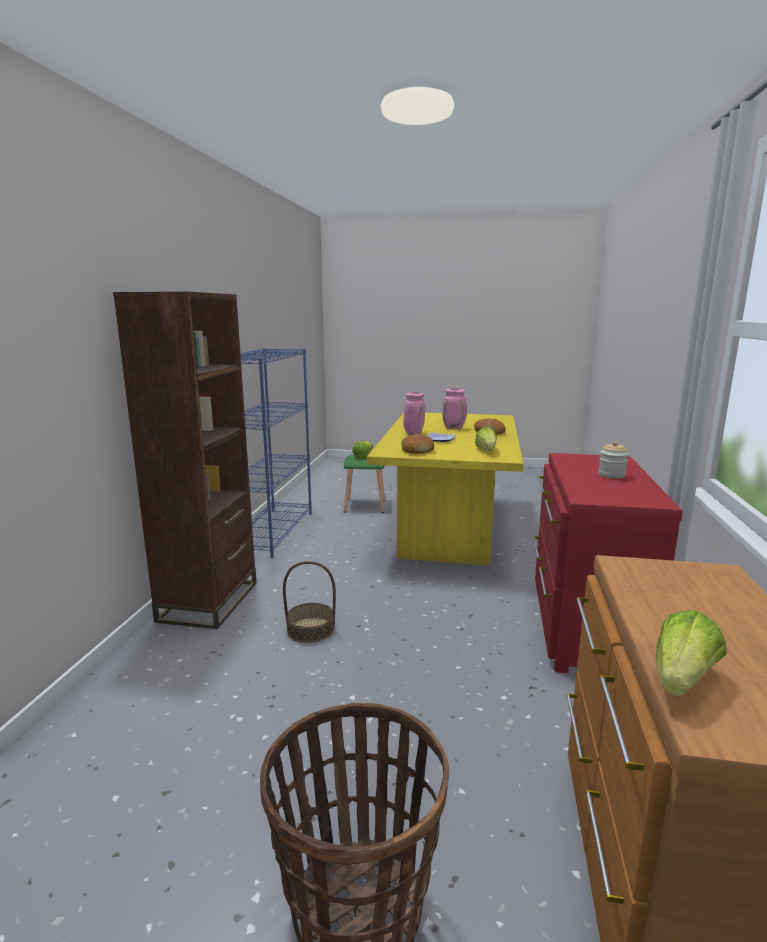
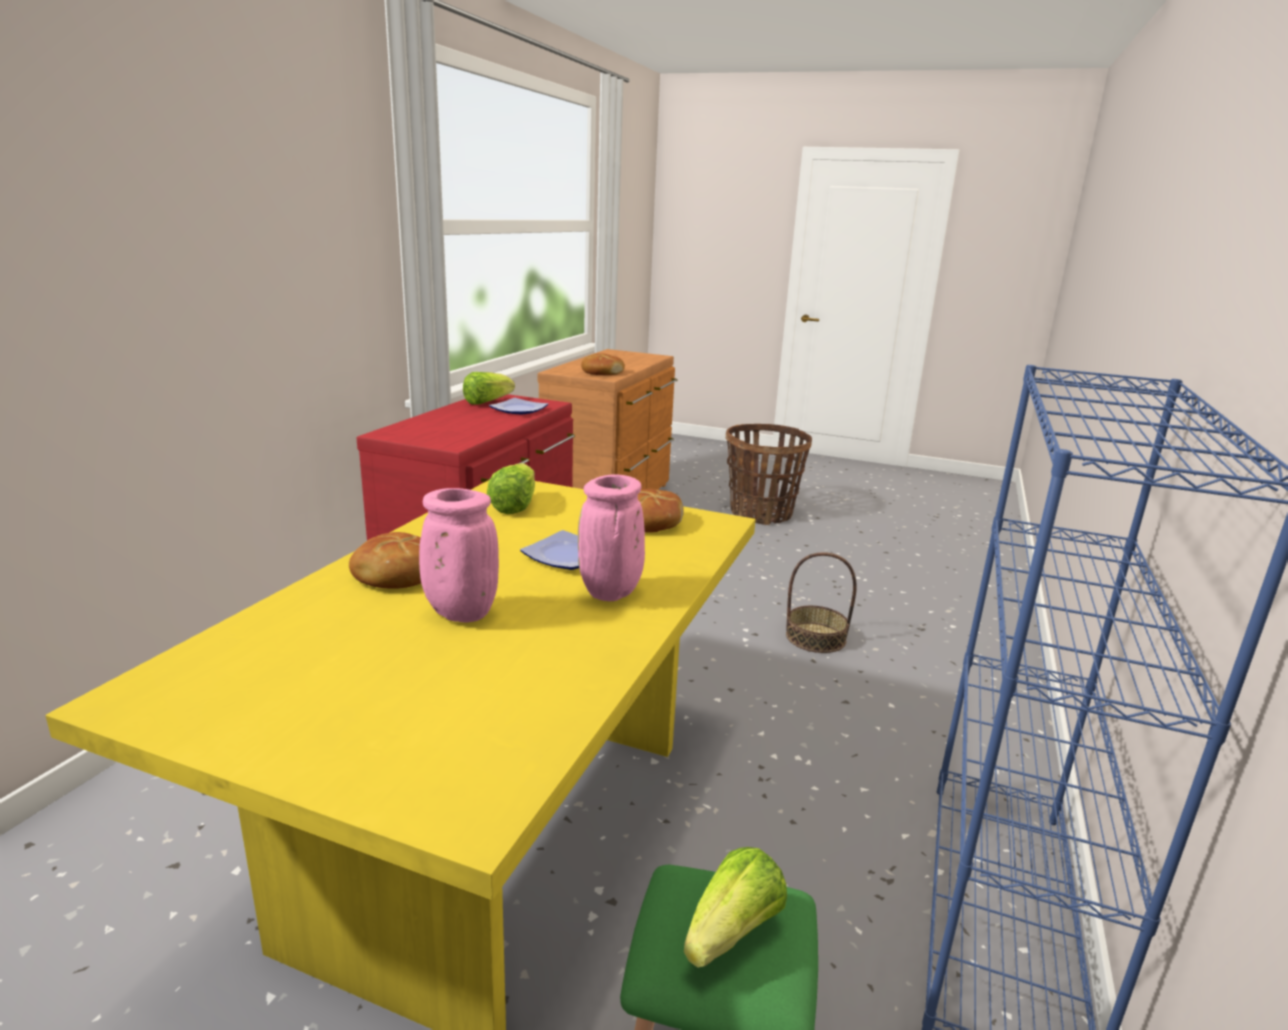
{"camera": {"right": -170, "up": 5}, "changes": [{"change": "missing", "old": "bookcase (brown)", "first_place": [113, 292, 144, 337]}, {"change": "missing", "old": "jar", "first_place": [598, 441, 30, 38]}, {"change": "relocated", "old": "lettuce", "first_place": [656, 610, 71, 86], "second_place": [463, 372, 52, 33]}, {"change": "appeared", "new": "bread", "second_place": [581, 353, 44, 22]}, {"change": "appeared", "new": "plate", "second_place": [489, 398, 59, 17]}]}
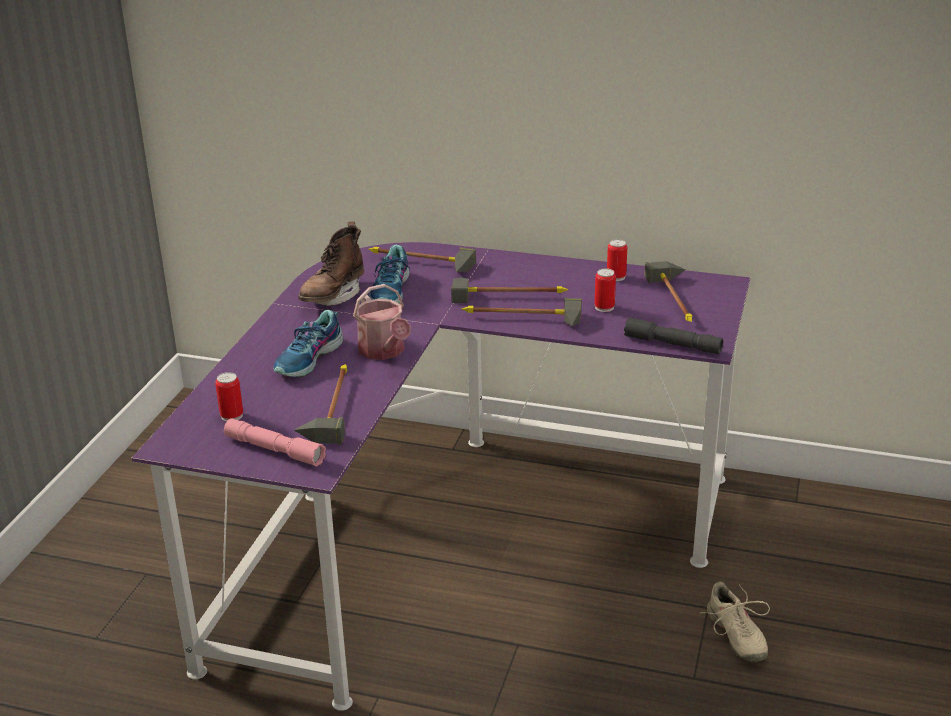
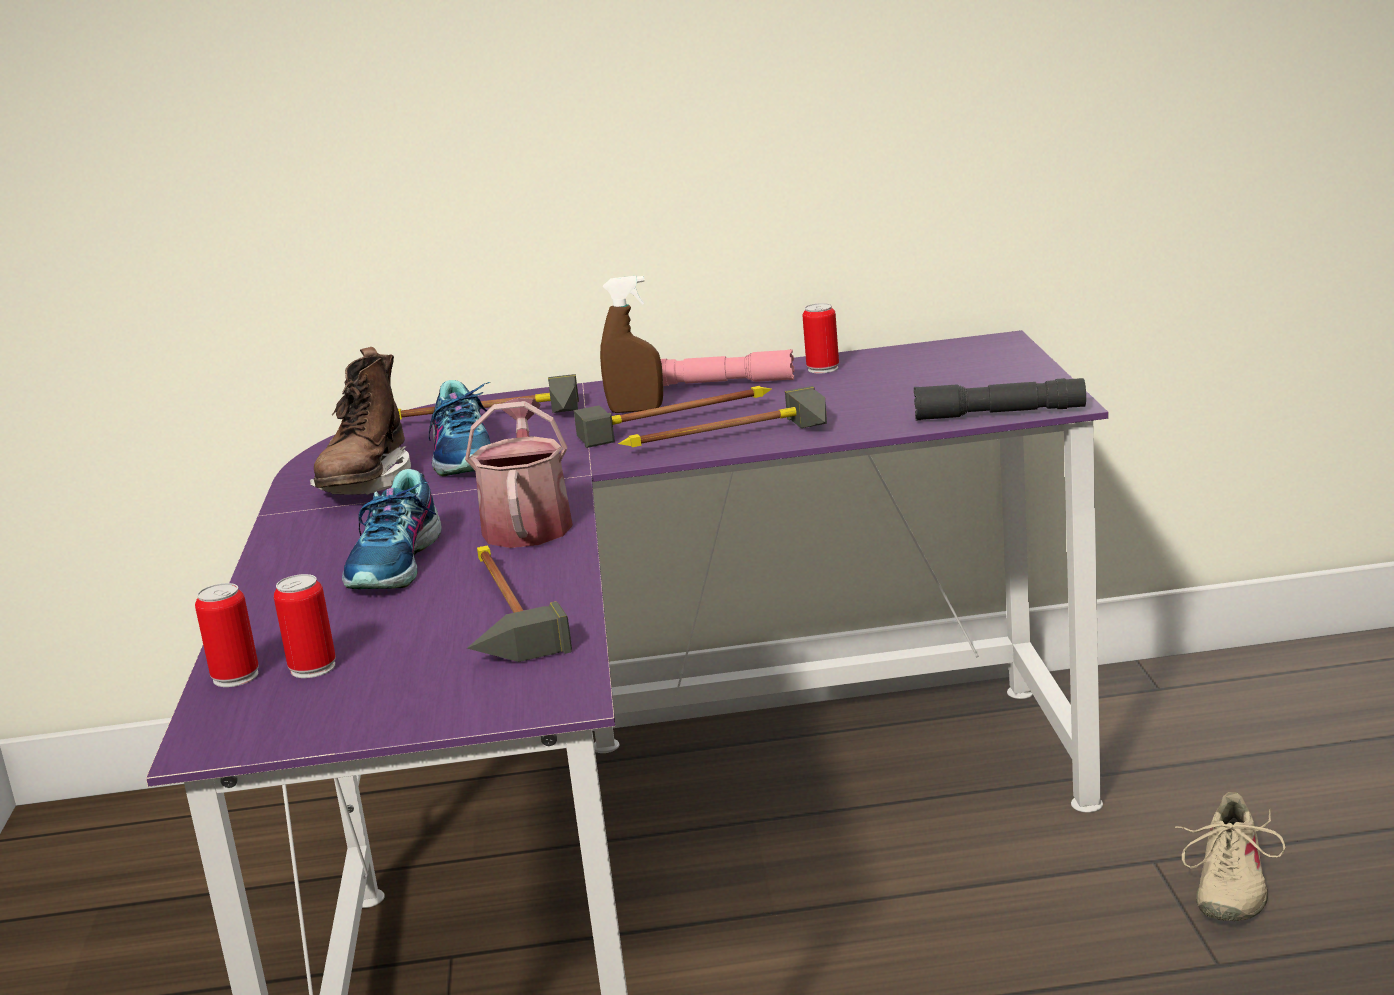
{"camera": {"right": -20, "up": -10}, "changes": [{"change": "missing", "old": "hammer", "first_place": [644, 261, 48, 61]}, {"change": "relocated", "old": "can", "first_place": [595, 268, 21, 44], "second_place": [195, 583, 64, 104]}, {"change": "spun", "old": "watering can", "first_place": [353, 284, 58, 76], "second_place": [465, 398, 108, 150], "degrees": -135}, {"change": "relocated", "old": "flashlight (pink)", "first_place": [224, 419, 102, 47], "second_place": [661, 349, 133, 37]}, {"change": "spun", "old": "shoe (beige)", "first_place": [700, 581, 70, 81], "second_place": [1175, 792, 111, 129], "degrees": 60}, {"change": "appeared", "new": "spray bottle (brown)", "second_place": [600, 275, 63, 138]}]}
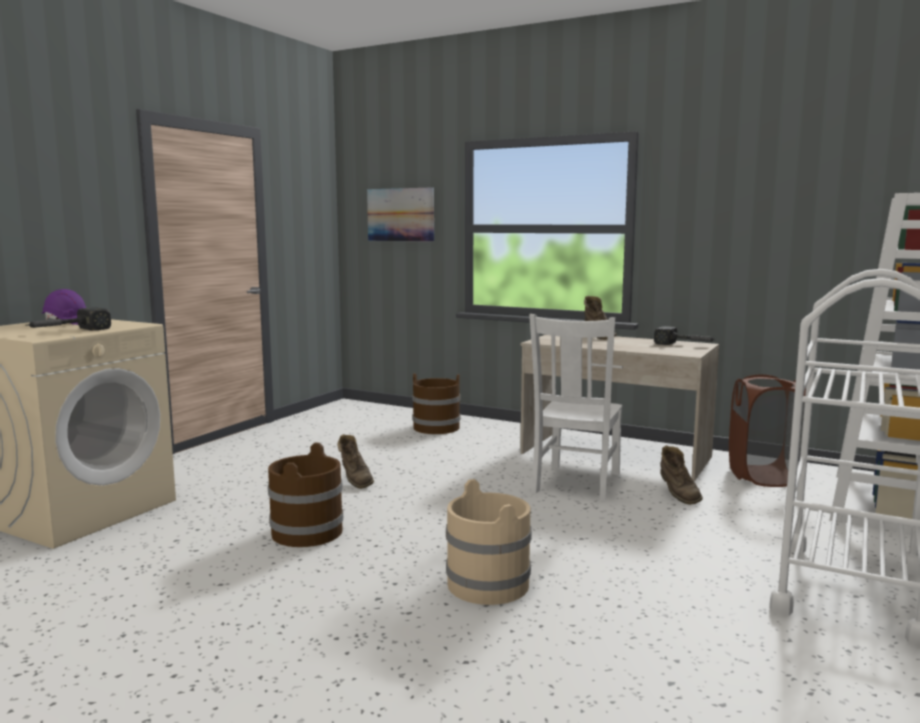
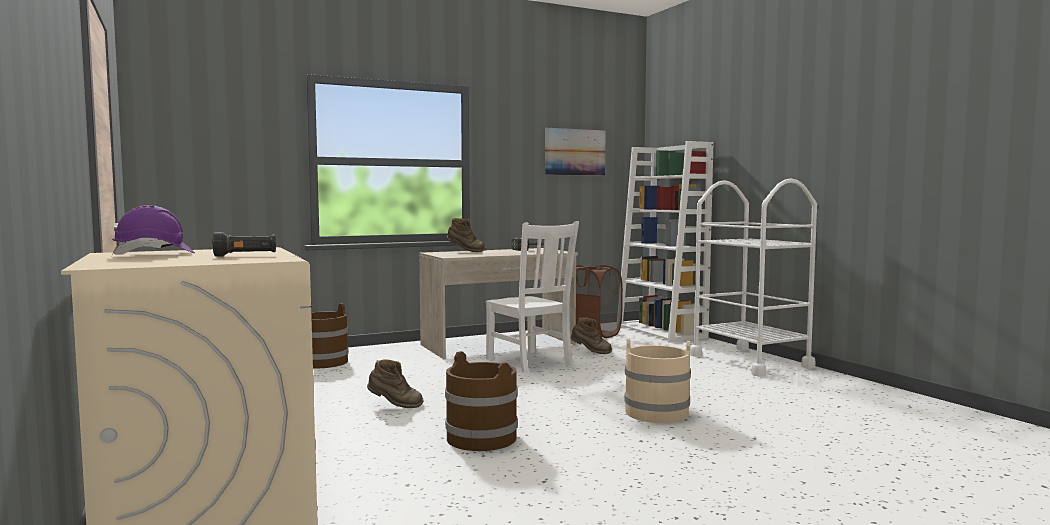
{"camera": {"right": -55, "up": -5}, "changes": [{"change": "relocated", "old": "picture", "first_place": [367, 187, 67, 55], "second_place": [545, 128, 61, 48]}, {"change": "exchanged", "old": "hammer", "new": "flashlight (black)", "first_place": [25, 308, 86, 22], "second_place": [213, 232, 63, 25]}]}
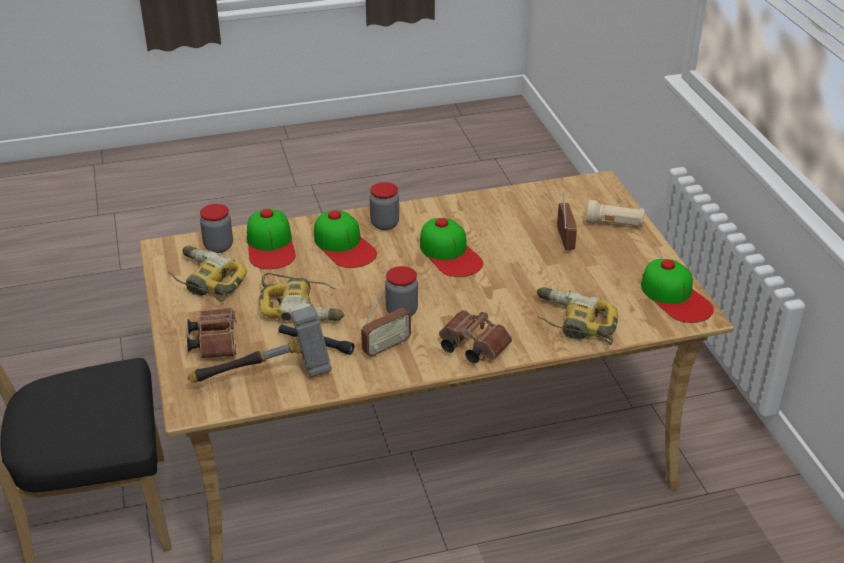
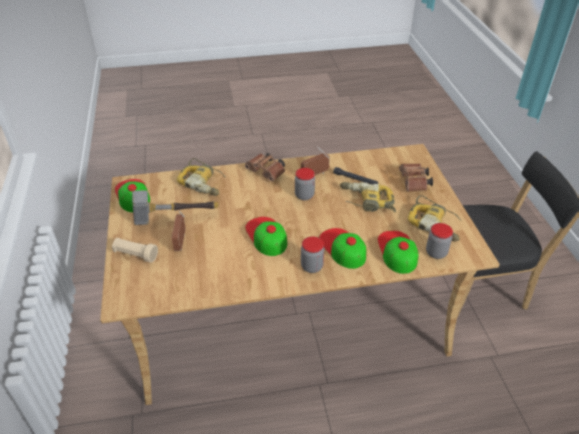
{"camera": {"right": -175, "up": 5}, "changes": [{"change": "relocated", "old": "hammer", "first_place": [187, 306, 145, 76], "second_place": [132, 190, 87, 35]}]}
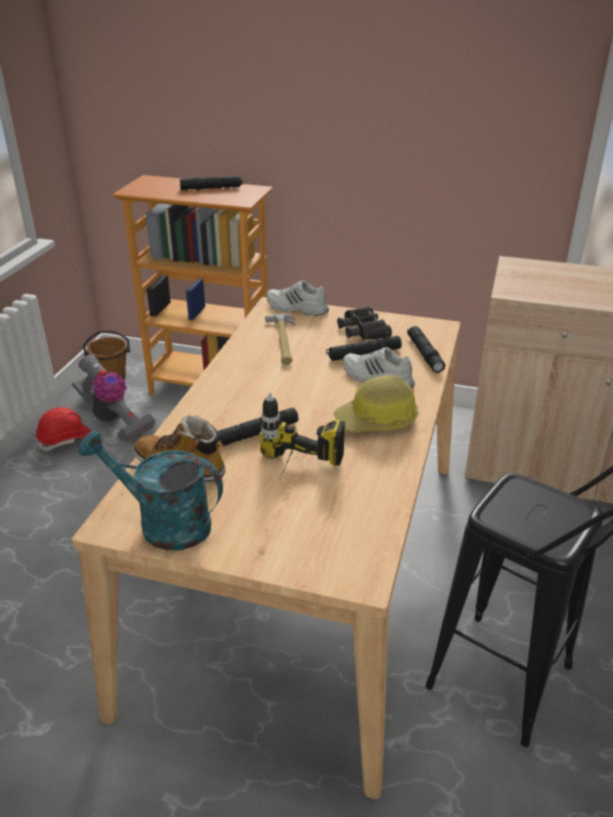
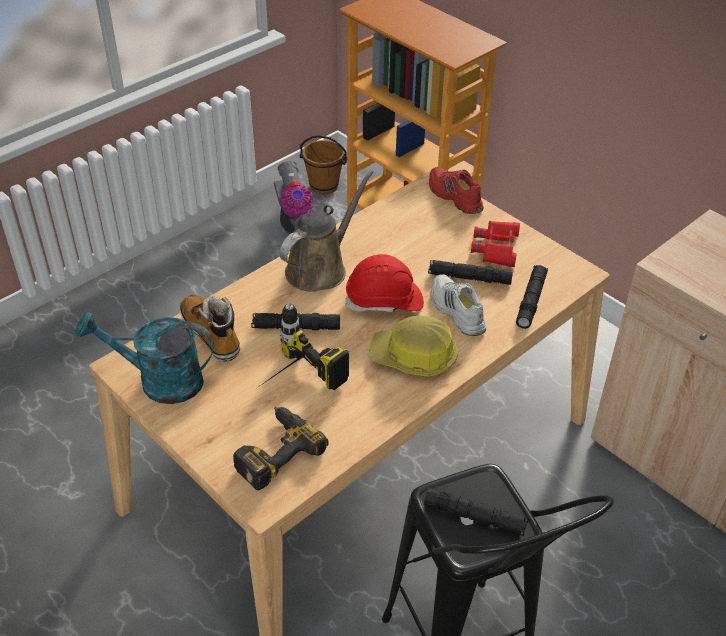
{"camera": {"right": 30, "up": 10}, "changes": [{"change": "relocated", "old": "flashlight (black)", "first_place": [180, 176, 63, 14], "second_place": [424, 487, 105, 49]}, {"change": "colour", "old": "shoe (white)", "new": "shoe (red)", "first_place": [266, 280, 63, 36], "second_place": [429, 167, 55, 47]}, {"change": "colour", "old": "binoculars (black)", "new": "binoculars (red)", "first_place": [337, 306, 55, 34], "second_place": [471, 221, 49, 46]}, {"change": "missing", "old": "hammer", "first_place": [265, 313, 30, 52]}, {"change": "relocated", "old": "hard hat (red)", "first_place": [36, 407, 56, 44], "second_place": [345, 254, 79, 58]}, {"change": "spun", "old": "watering can (turquoise)", "first_place": [78, 430, 145, 120], "second_place": [75, 312, 139, 92], "degrees": -45}, {"change": "appeared", "new": "watering can (brown)", "second_place": [279, 171, 95, 121]}, {"change": "appeared", "new": "power drill", "second_place": [233, 407, 96, 83]}]}
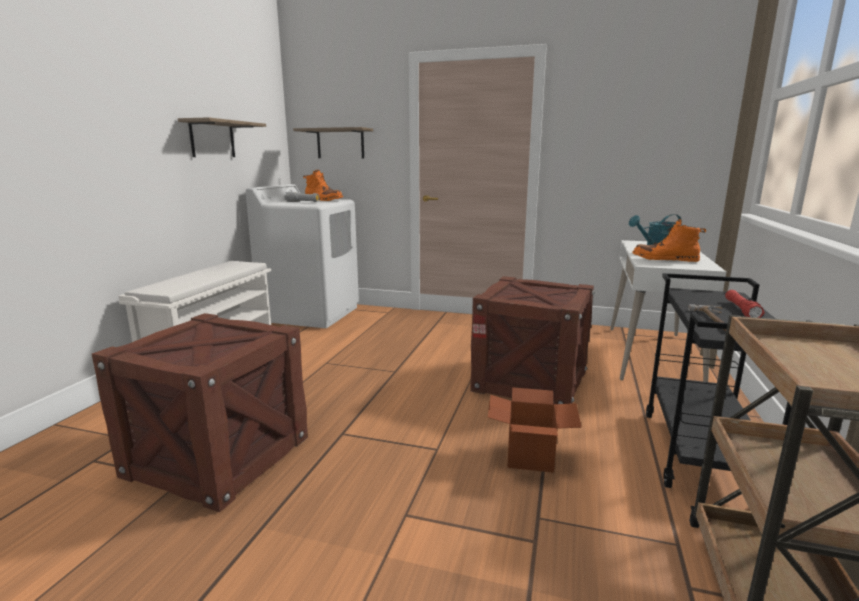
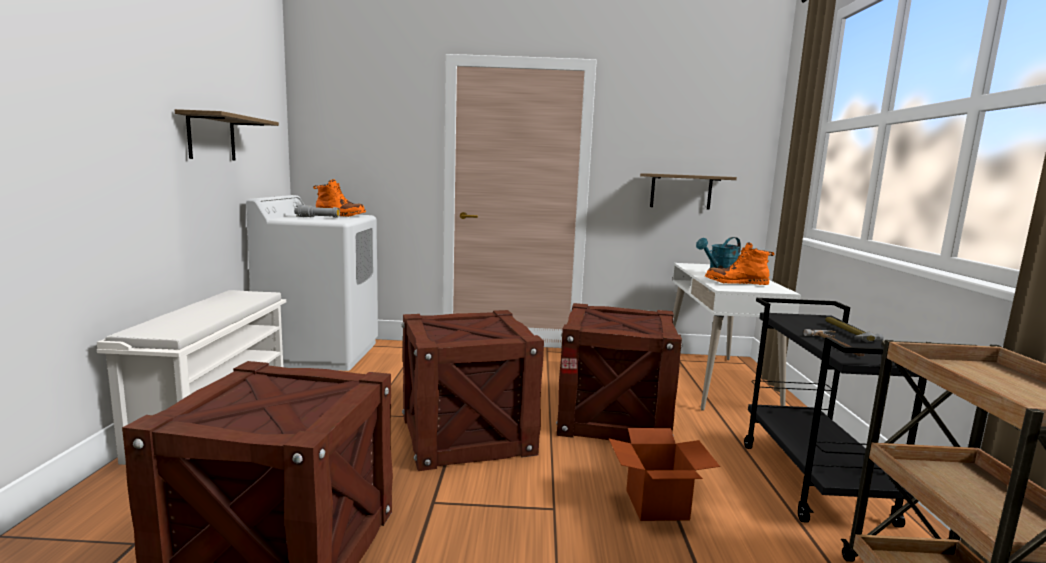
{"camera": {"right": -15, "up": -5}, "changes": [{"change": "relocated", "old": "shelf", "first_place": [293, 127, 80, 31], "second_place": [640, 173, 97, 37]}, {"change": "exchanged", "old": "flashlight (red)", "new": "hammer", "first_place": [725, 290, 40, 28], "second_place": [825, 317, 59, 26]}, {"change": "appeared", "new": "crate", "second_place": [402, 310, 142, 161]}]}
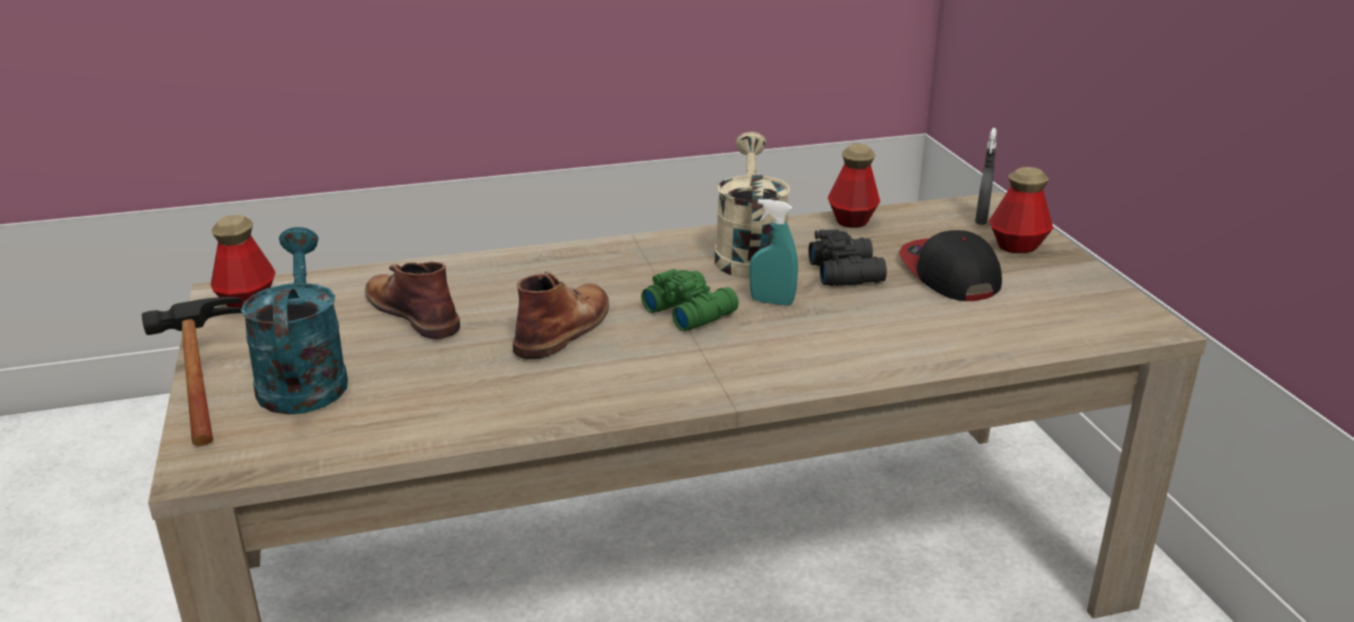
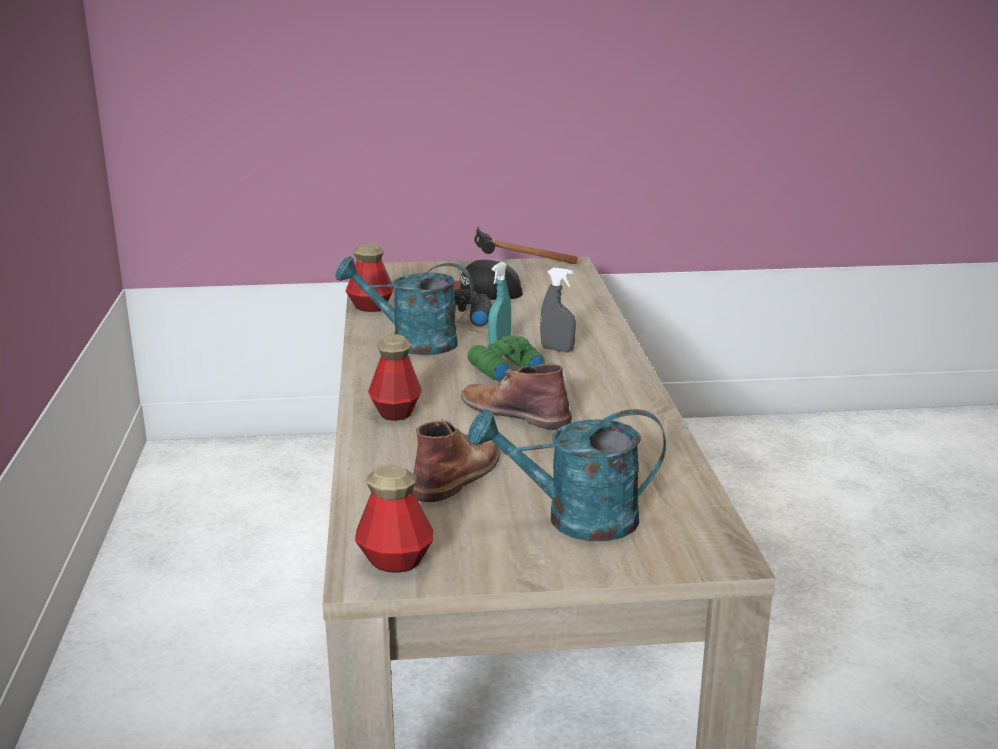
{"camera": {"right": -80, "up": -5}, "changes": [{"change": "relocated", "old": "spray bottle (grey)", "first_place": [975, 128, 22, 97], "second_place": [540, 267, 36, 85]}, {"change": "colour", "old": "watering can (beige)", "new": "watering can (turquoise)", "first_place": [715, 132, 75, 147], "second_place": [335, 256, 138, 99]}, {"change": "relocated", "old": "bottle", "first_place": [989, 167, 64, 86], "second_place": [368, 334, 54, 87]}, {"change": "spun", "old": "boot (brown)", "first_place": [365, 262, 95, 77], "second_place": [412, 419, 88, 83], "degrees": 150}, {"change": "relocated", "old": "hammer", "first_place": [142, 297, 100, 149], "second_place": [474, 227, 104, 37]}]}
